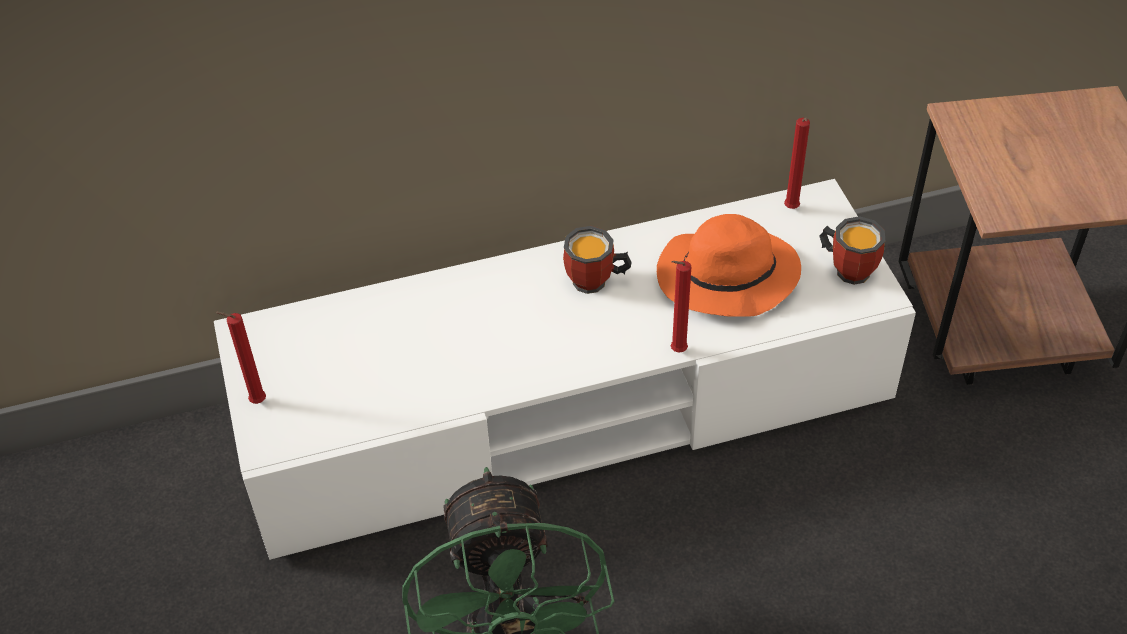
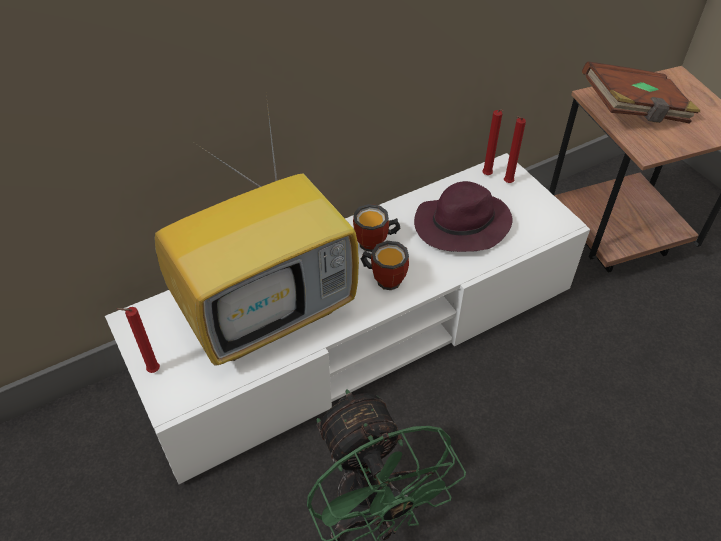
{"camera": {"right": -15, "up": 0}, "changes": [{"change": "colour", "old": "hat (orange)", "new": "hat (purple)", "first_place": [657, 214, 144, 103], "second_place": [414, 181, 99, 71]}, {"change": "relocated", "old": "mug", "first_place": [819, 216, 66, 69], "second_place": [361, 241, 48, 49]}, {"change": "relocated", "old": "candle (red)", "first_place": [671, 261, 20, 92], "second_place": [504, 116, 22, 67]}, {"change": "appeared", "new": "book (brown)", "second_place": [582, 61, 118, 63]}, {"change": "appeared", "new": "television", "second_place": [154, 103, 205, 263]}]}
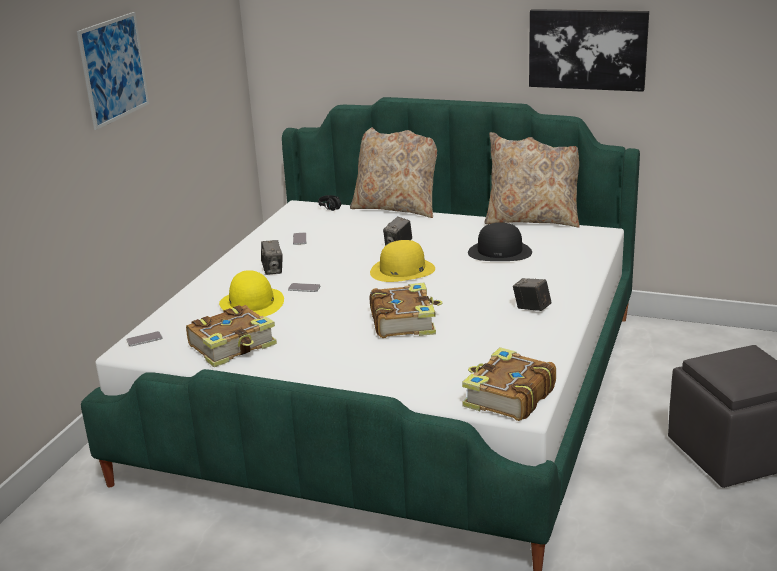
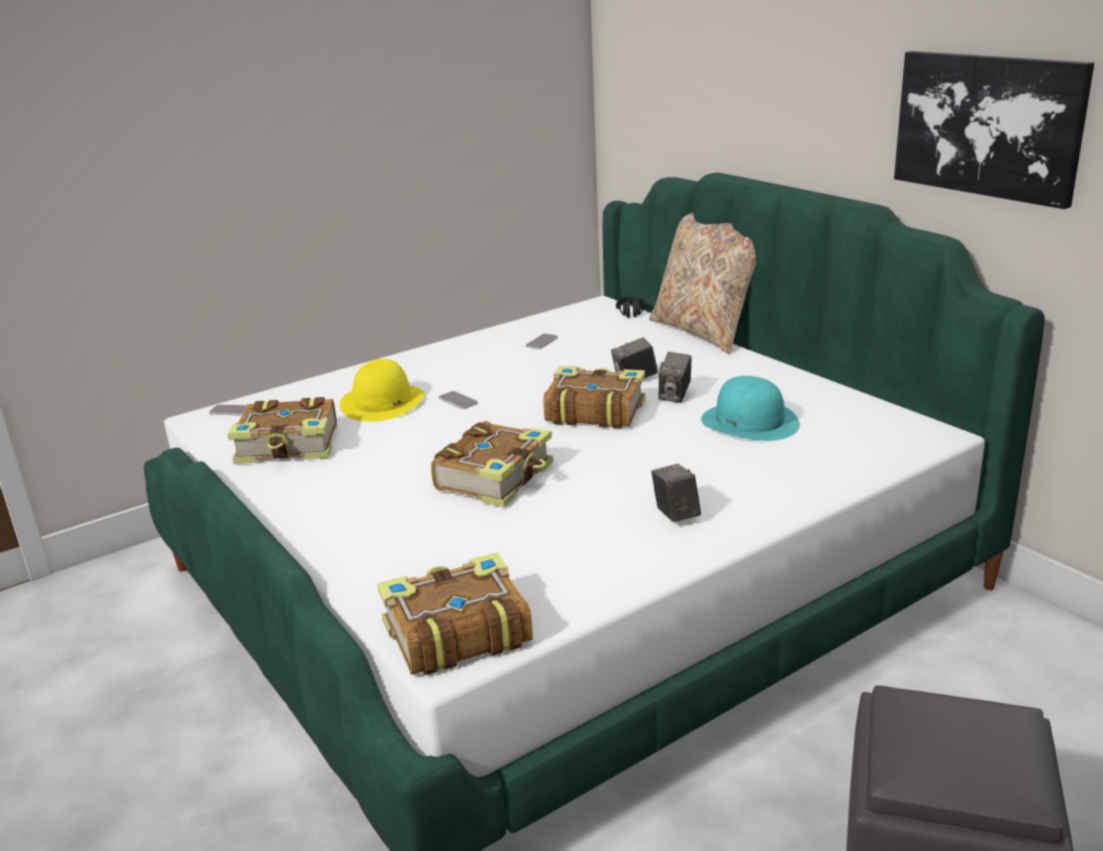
{"camera": {"right": 35, "up": 0}, "changes": [{"change": "missing", "old": "picture", "first_place": [77, 12, 72, 118]}, {"change": "missing", "old": "pillow (beige)", "first_place": [484, 132, 96, 95]}, {"change": "colour", "old": "hat (black)", "new": "hat (turquoise)", "first_place": [468, 223, 64, 38], "second_place": [701, 376, 99, 65]}, {"change": "relocated", "old": "photo camera", "first_place": [261, 240, 21, 35], "second_place": [659, 352, 32, 51]}, {"change": "exchanged", "old": "hat (yellow)", "new": "book", "first_place": [370, 240, 65, 42], "second_place": [543, 366, 102, 62]}]}
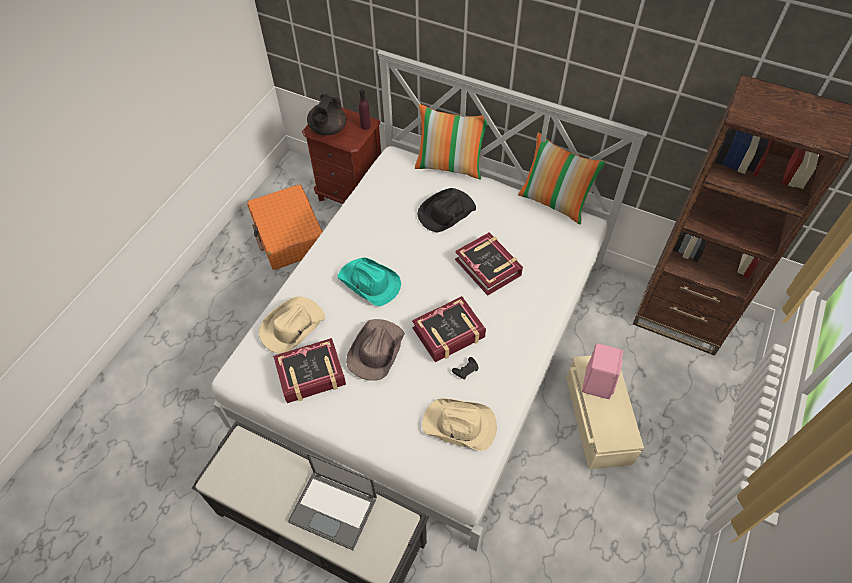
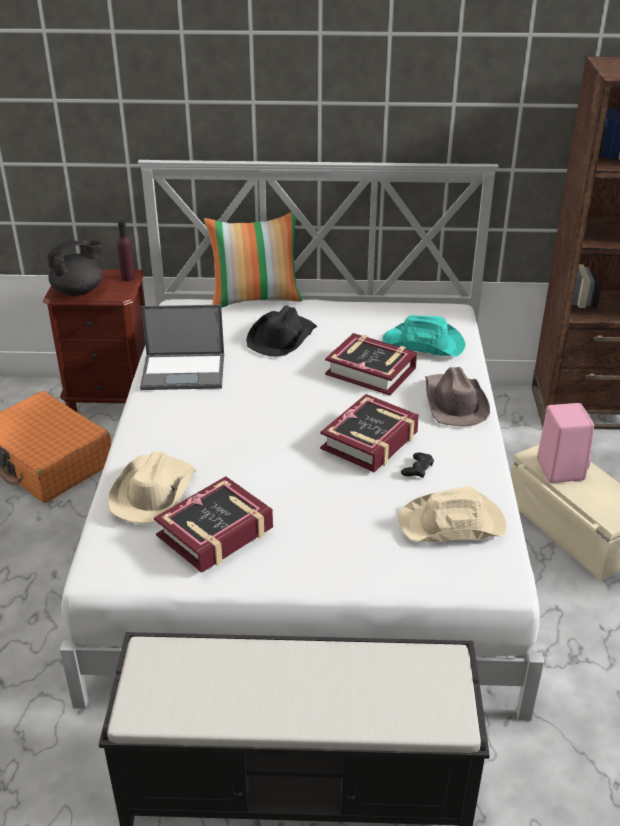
{"camera": {"right": -25, "up": -20}, "changes": [{"change": "spun", "old": "teapot (black)", "first_place": [307, 94, 39, 41], "second_place": [48, 240, 55, 56], "degrees": -120}, {"change": "missing", "old": "pillow", "first_place": [518, 133, 88, 92]}, {"change": "relocated", "old": "hat (turquoise)", "first_place": [338, 258, 63, 48], "second_place": [383, 315, 82, 42]}, {"change": "relocated", "old": "hat (brown)", "first_place": [346, 319, 59, 62], "second_place": [425, 367, 65, 59]}, {"change": "relocated", "old": "laptop", "first_place": [287, 453, 90, 97], "second_place": [140, 305, 84, 85]}]}
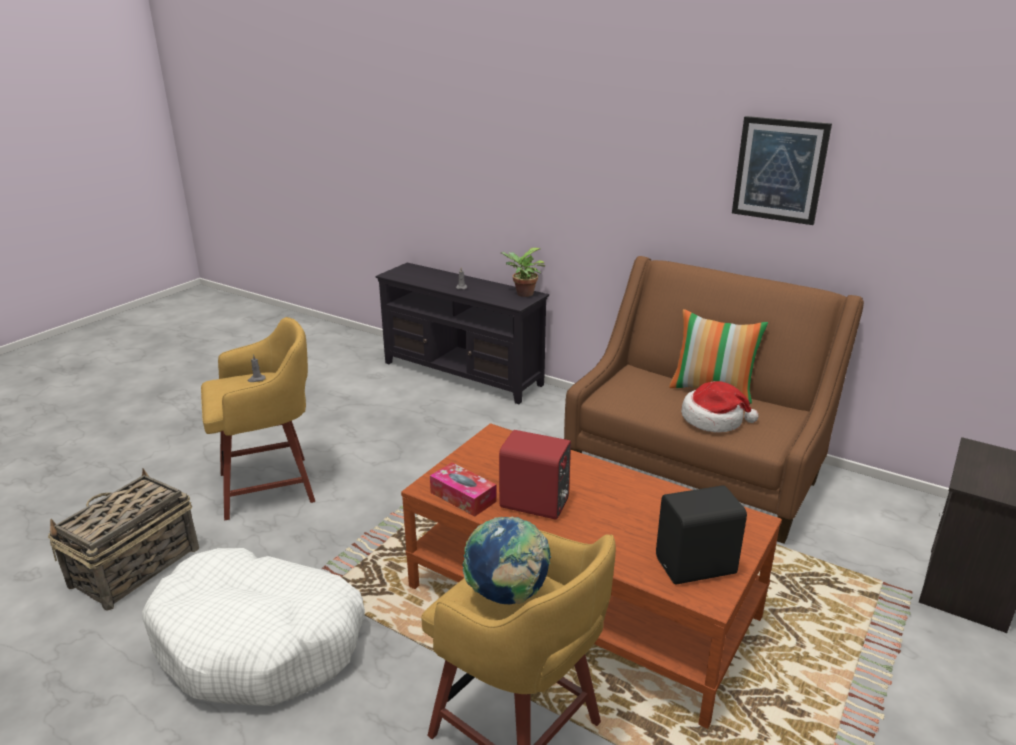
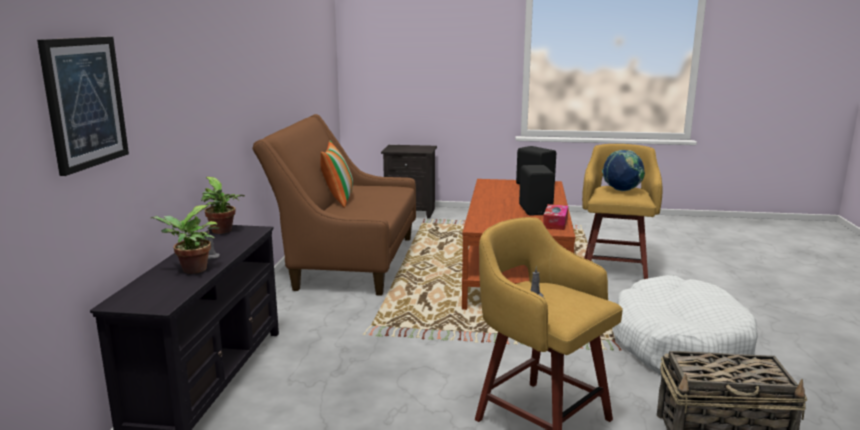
{"camera": {"right": -115, "up": -10}, "changes": [{"change": "relocated", "old": "picture", "first_place": [732, 116, 100, 109], "second_place": [37, 37, 92, 139]}, {"change": "missing", "old": "hat", "first_place": [681, 381, 78, 52]}, {"change": "colour", "old": "speaker (red)", "new": "speaker (black)", "first_place": [499, 430, 72, 90], "second_place": [519, 165, 36, 50]}, {"change": "appeared", "new": "potted plant", "second_place": [151, 205, 68, 69]}]}
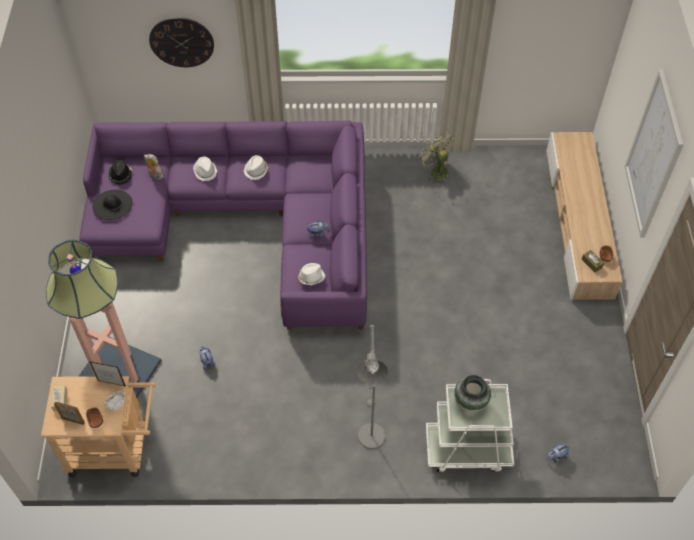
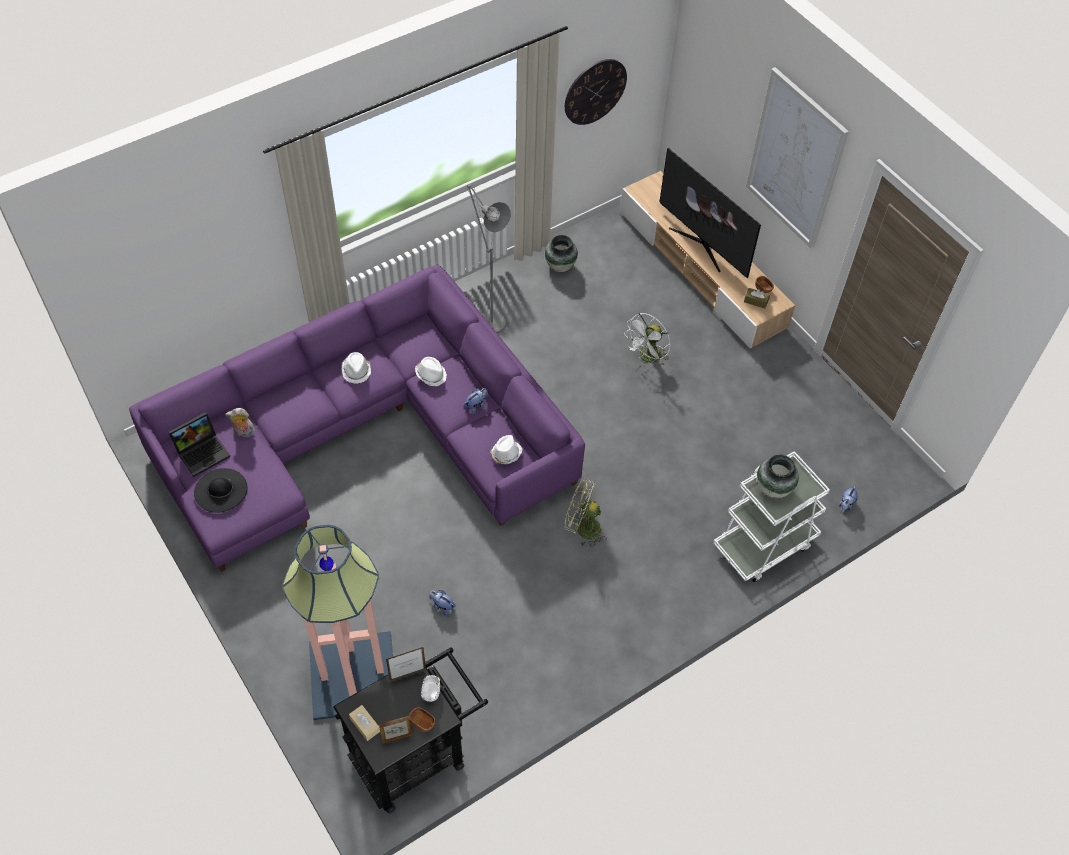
{"camera": {"right": -35, "up": 0}, "changes": [{"change": "relocated", "old": "wall clock", "first_place": [149, 17, 65, 50], "second_place": [565, 59, 62, 66]}, {"change": "relocated", "old": "fan (green)", "first_place": [418, 134, 36, 50], "second_place": [565, 479, 42, 67]}, {"change": "relocated", "old": "hat (white)", "first_place": [193, 156, 24, 25], "second_place": [415, 357, 32, 29]}, {"change": "exchanged", "old": "hat (black)", "new": "laptop", "first_place": [109, 160, 23, 25], "second_place": [169, 412, 61, 65]}, {"change": "relocated", "old": "floor lamp (grey)", "first_place": [356, 325, 32, 124], "second_place": [466, 184, 45, 149]}, {"change": "colour", "old": "cart (beige)", "new": "cart (black)", "first_place": [41, 376, 115, 101], "second_place": [333, 647, 155, 167]}, {"change": "appeared", "new": "television", "second_place": [659, 148, 102, 130]}, {"change": "appeared", "new": "vase", "second_place": [545, 235, 33, 37]}, {"change": "appeared", "new": "fan (white)", "second_place": [624, 313, 46, 53]}]}
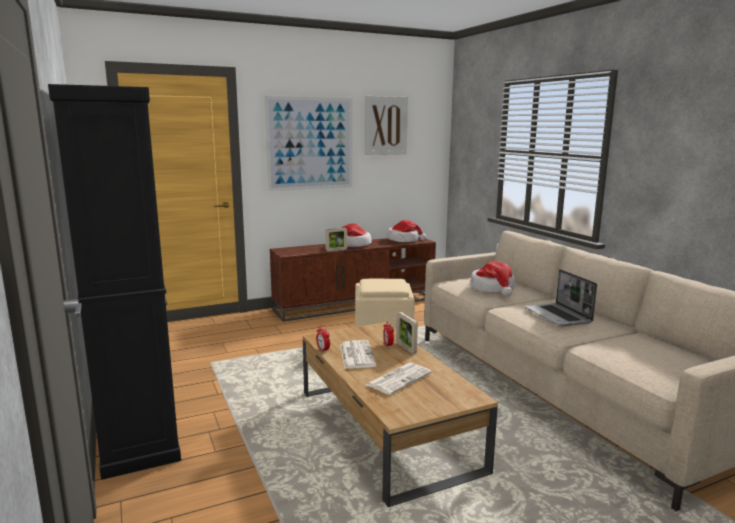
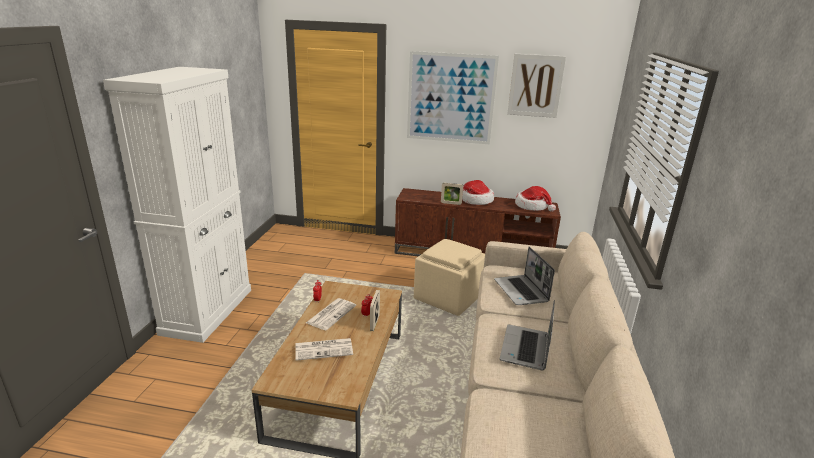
{"camera": {"right": 35, "up": 10}, "changes": [{"change": "colour", "old": "cabinet (black)", "new": "cabinet (white)", "first_place": [48, 84, 133, 396], "second_place": [103, 67, 148, 276]}, {"change": "exchanged", "old": "hat", "new": "laptop", "first_place": [470, 261, 45, 36], "second_place": [494, 247, 61, 58]}]}
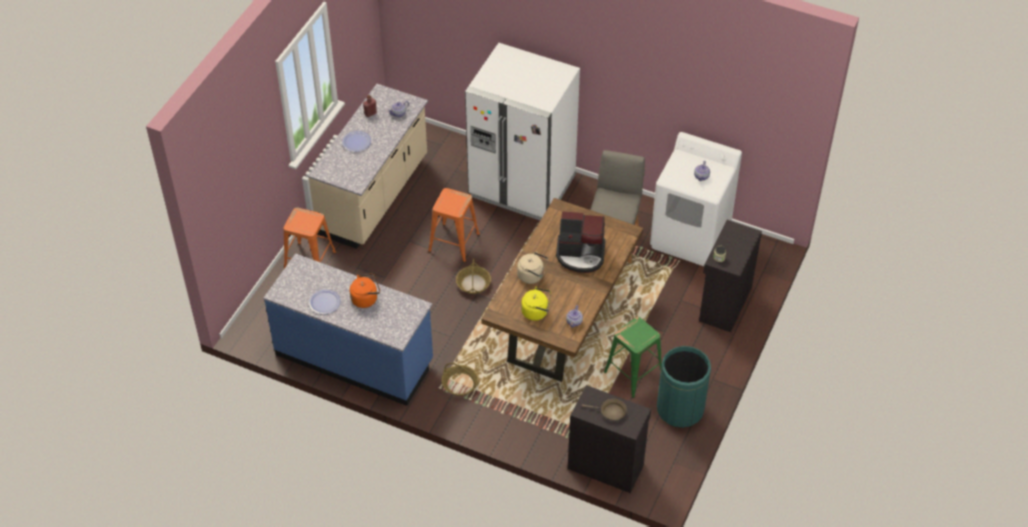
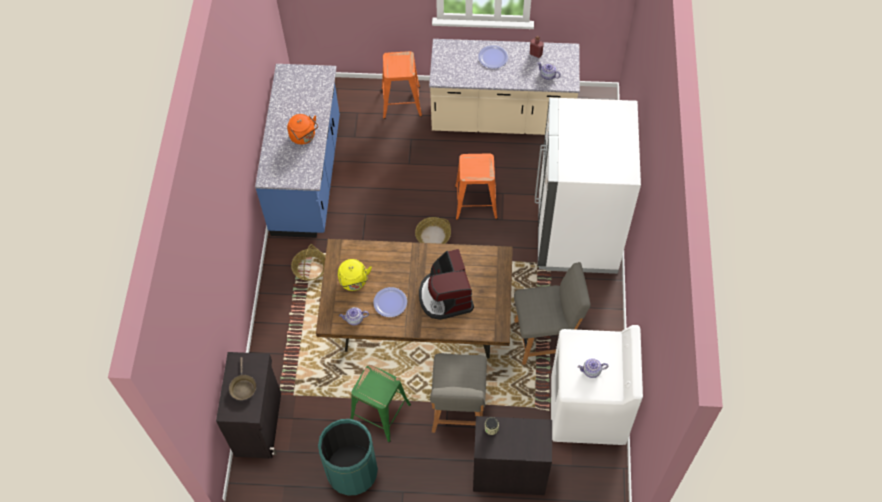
{"camera": {"right": 70, "up": 10}, "changes": [{"change": "missing", "old": "kettle (beige)", "first_place": [517, 252, 31, 32]}, {"change": "relocated", "old": "plate", "first_place": [309, 289, 32, 25], "second_place": [373, 287, 34, 30]}, {"change": "appeared", "new": "chair (grey)", "second_place": [430, 353, 57, 80]}]}
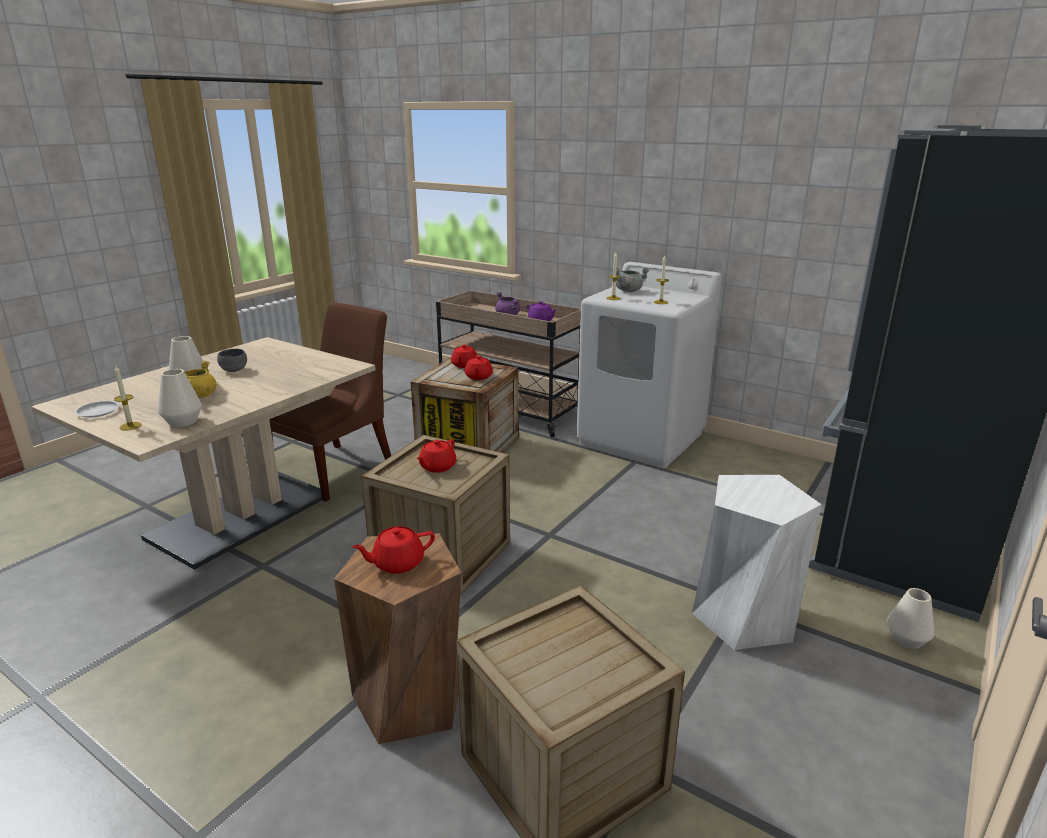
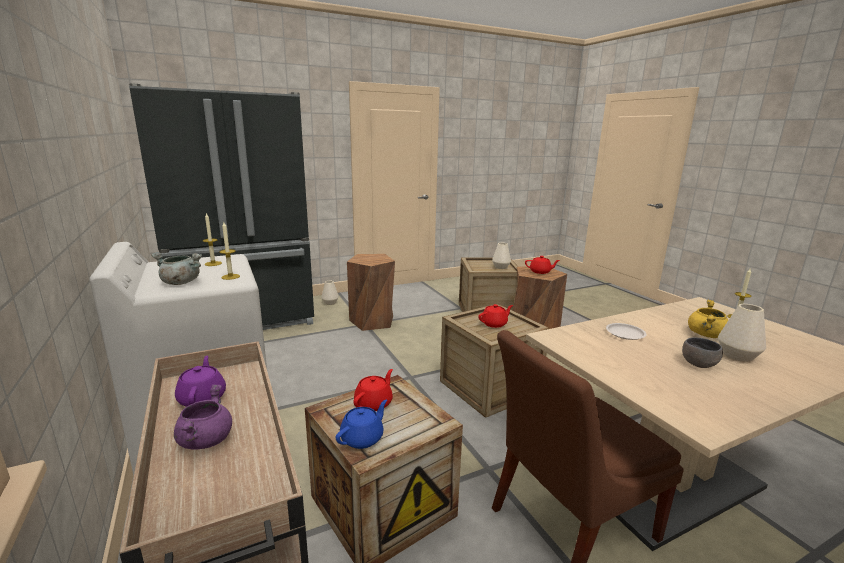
{"camera": {"right": -150, "up": -5}, "changes": [{"change": "colour", "old": "teapot (red)", "new": "teapot (blue)", "first_place": [451, 344, 26, 24], "second_place": [335, 400, 52, 49]}, {"change": "relocated", "old": "vase (white)", "first_place": [158, 369, 44, 58], "second_place": [492, 243, 19, 26]}, {"change": "relocated", "old": "plate (white)", "first_place": [74, 401, 46, 16], "second_place": [606, 323, 41, 17]}, {"change": "colour", "old": "stool (white)", "new": "stool (brown)", "first_place": [692, 475, 130, 175], "second_place": [347, 254, 48, 77]}]}
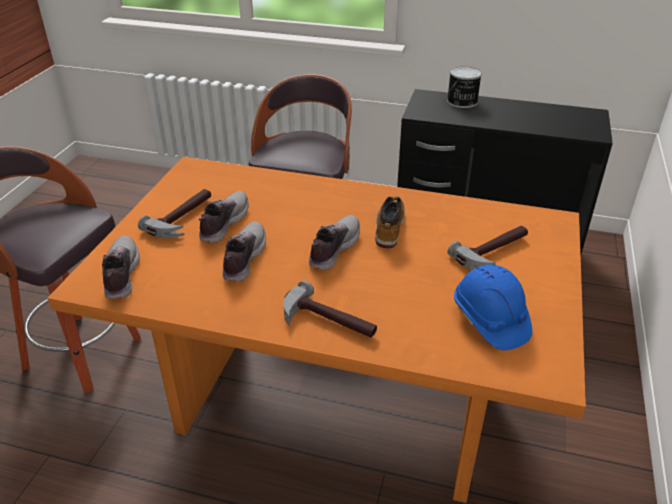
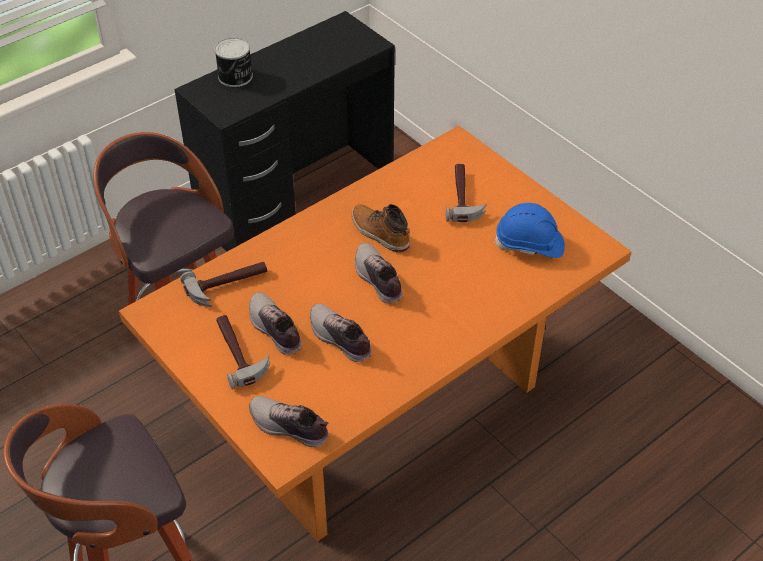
{"camera": {"right": -55, "up": 10}, "changes": [{"change": "relocated", "old": "hammer", "first_place": [283, 281, 94, 57], "second_place": [180, 262, 87, 45]}]}
